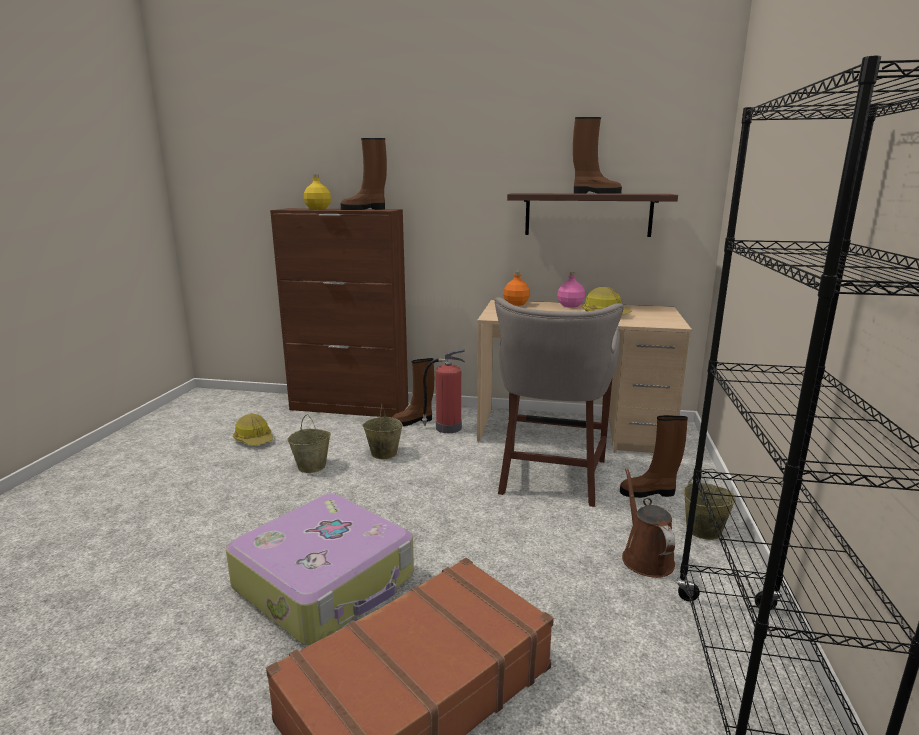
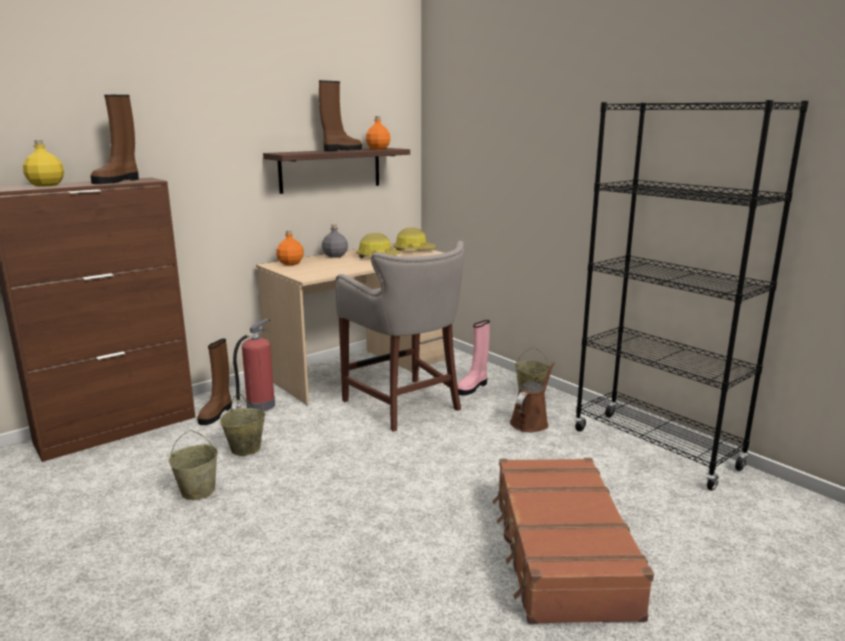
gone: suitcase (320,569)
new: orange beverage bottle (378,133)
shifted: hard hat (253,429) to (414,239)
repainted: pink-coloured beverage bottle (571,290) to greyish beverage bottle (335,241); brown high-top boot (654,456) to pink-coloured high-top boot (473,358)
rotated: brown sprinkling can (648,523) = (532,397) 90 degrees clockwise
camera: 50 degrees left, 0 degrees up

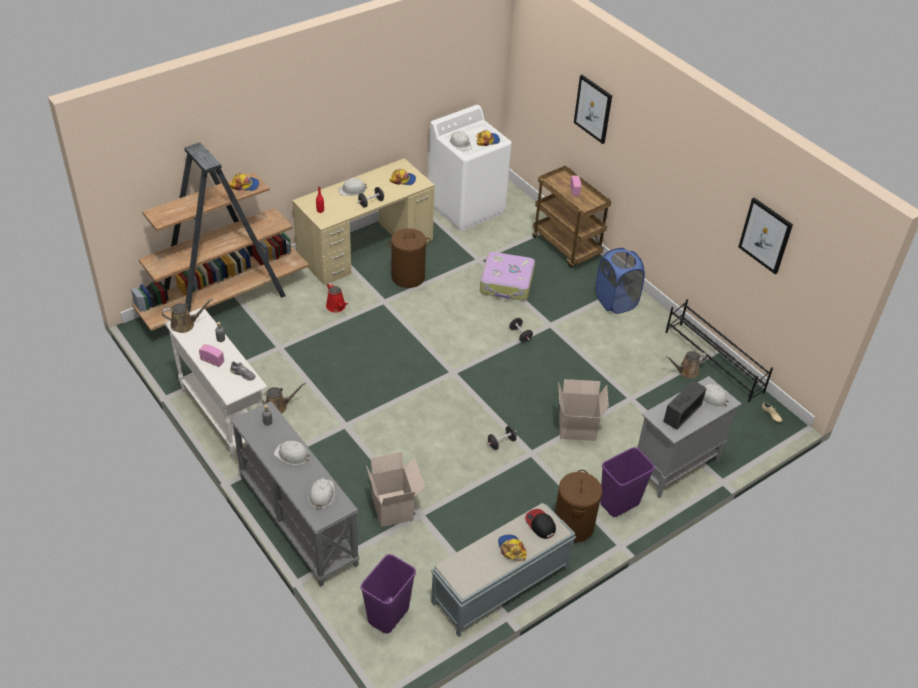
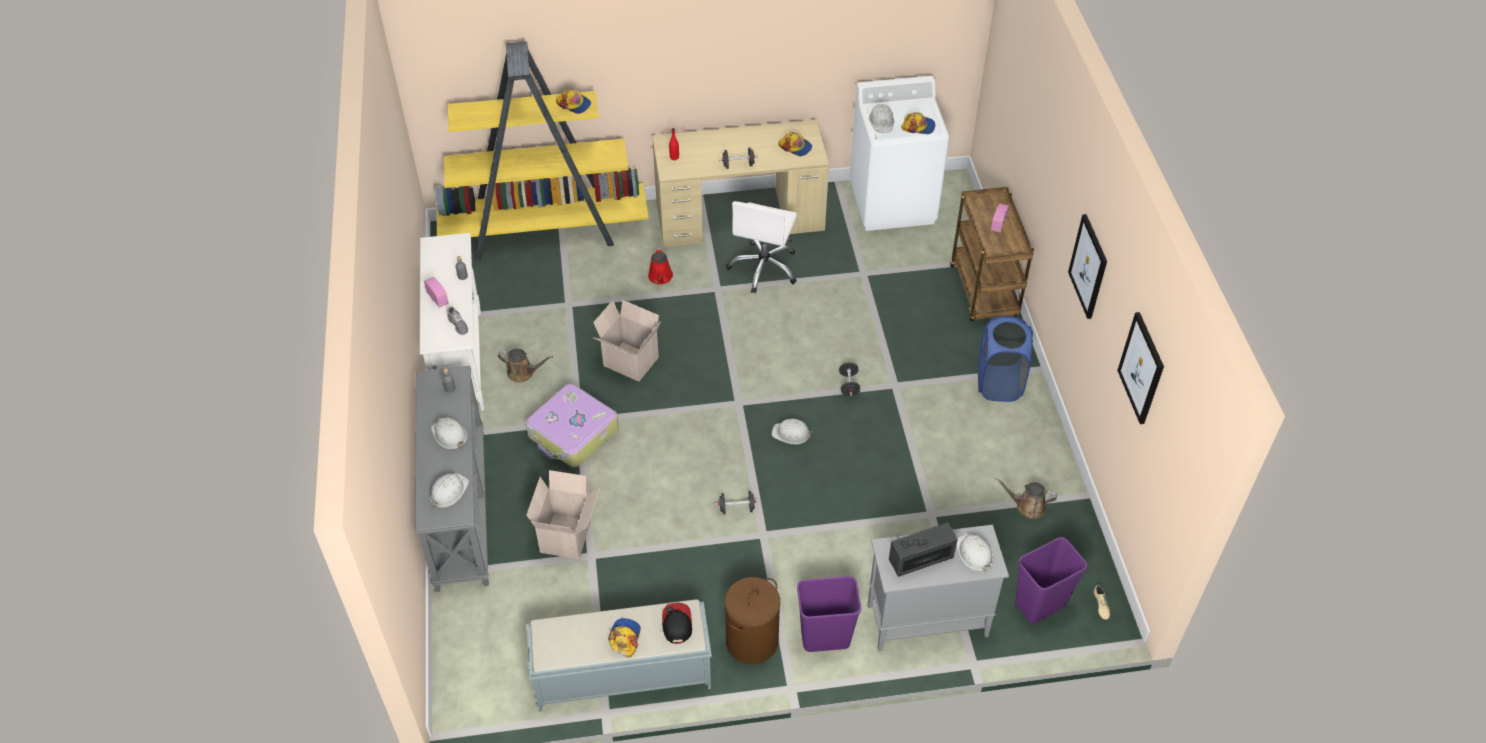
gone: brown sprinkling can (187,316); black shoe shelf (719,350)
shifted: wall art (593,109) to (1087,266); whitish hard hat (352,187) to (792,432); suitcase (507,276) to (572,425); carton (584,410) to (626,341); purple-coloured trash can (388,594) to (1051,580)
swapped: brown laundry basket (408,258) to whitish desk chair (761,247)
repainted: brown bookcase (220,236) to yellow bookcase (542,150)
camera: 30 degrees right, 5 degrees up

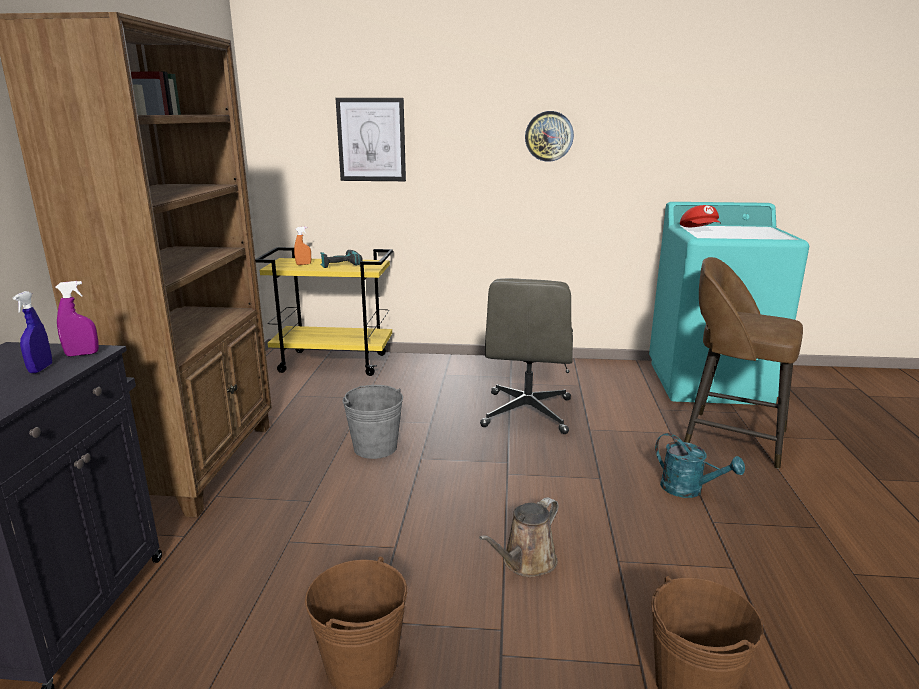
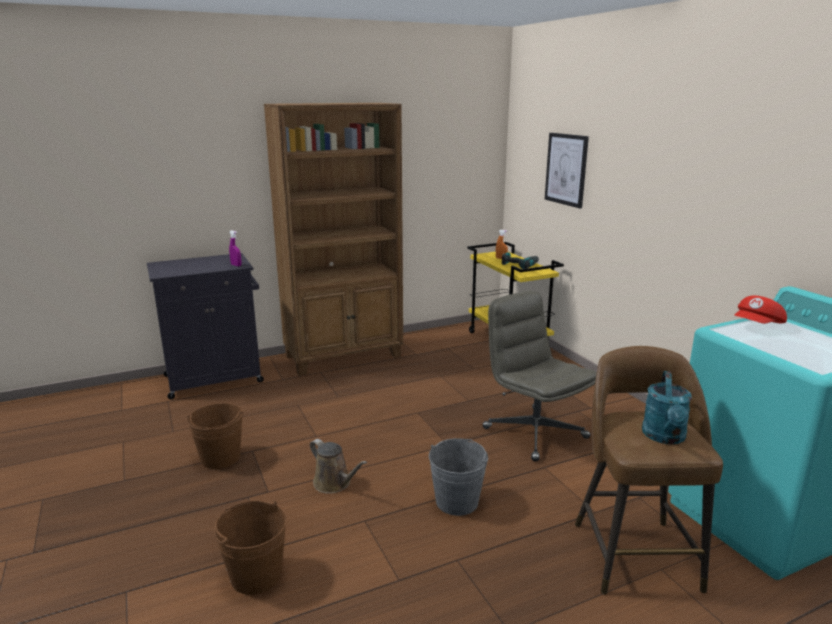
gone: clock on the wall (549,136); bluish sprayer (32,332)
shifted: greyish pail (373,422) to (458,477); turquoise sprinkling can (700,465) to (667,407)
rotated: greyish desk chair (526,356) = (539,376) 75 degrees clockwise; brown sprinkling can (518,537) = (338,466) 150 degrees counterclockwise
camera: 60 degrees right, 0 degrees up

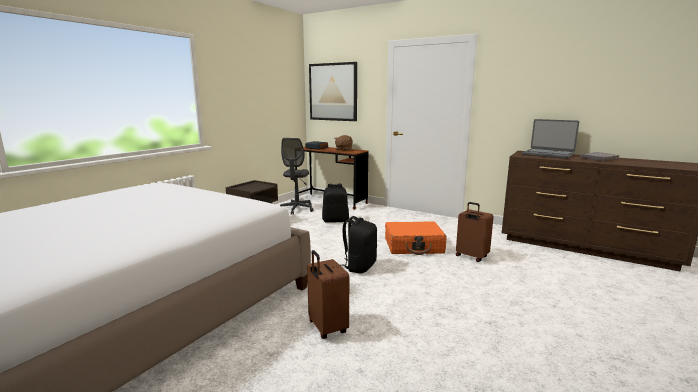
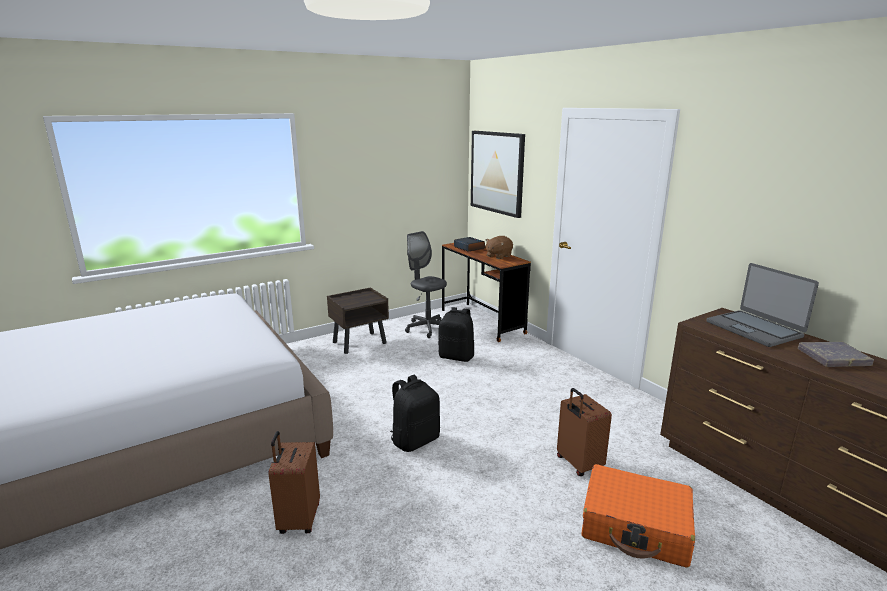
shifted: orange suitcase (416,238) to (638,516)
rotated: greyish desk chair (297,176) = (426,284) 105 degrees clockwise
camera: 25 degrees right, 5 degrees up

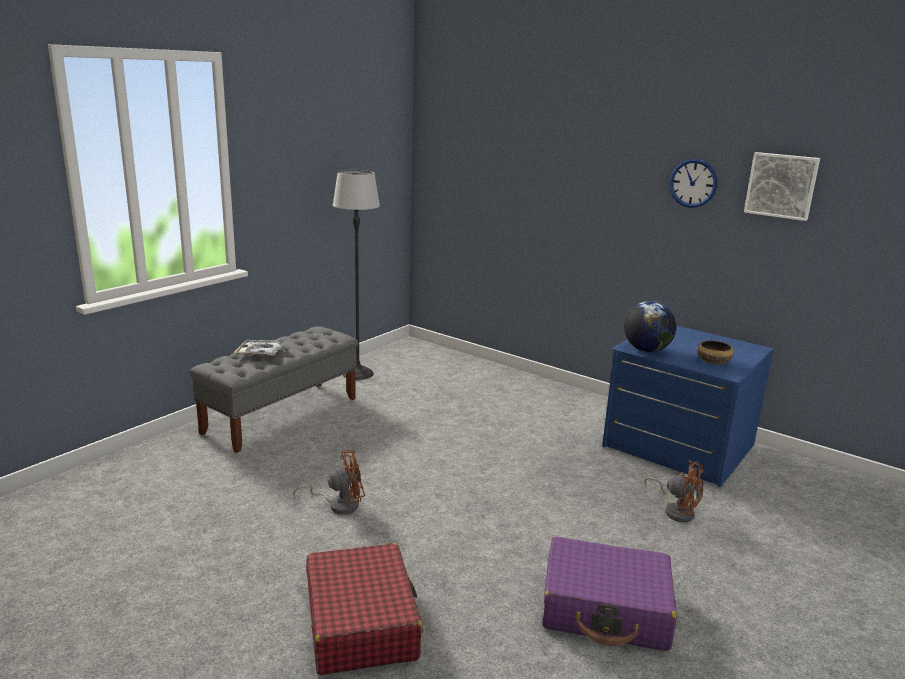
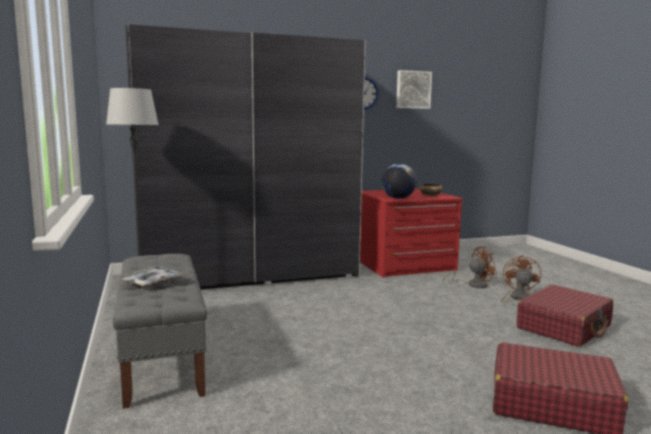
new: greyish armoire (245,156)
shifted: brown fan (329,482) to (520,280)
repainted: bluish chest of drawers (688,406) to red chest of drawers (411,233); purple-coloured suitcase (609,593) to red suitcase (564,316)
camera: 55 degrees left, 10 degrees down

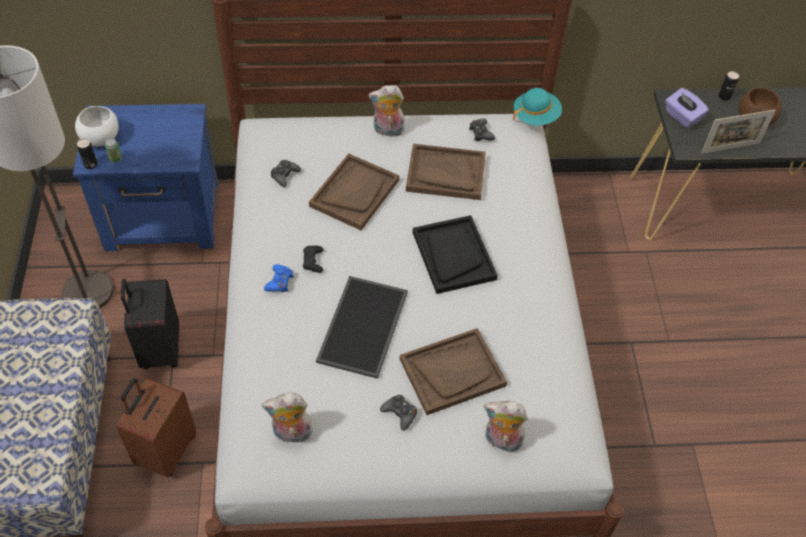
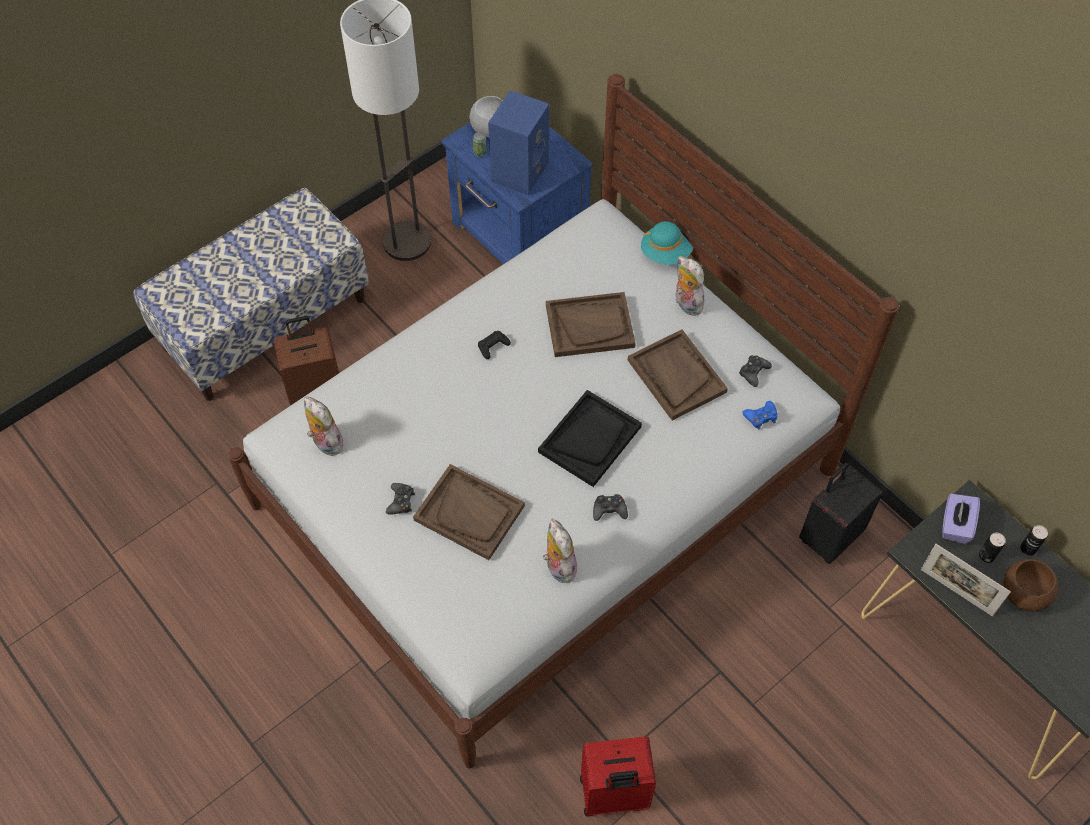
gone: tray (362,327)
new: bluish audio speaker (518,142); red suitcase (618,776)
shifted: turquoise clothing hat (537,107) to (667,243); sealed can (87,153) to (992,548); black gamepad (286,173) to (610,507); bluish gamepad (279,278) to (760,415); black suitcase (150,324) to (841,513); soft toy (506,426) to (560,551)
camera: 55 degrees right, 5 degrees up

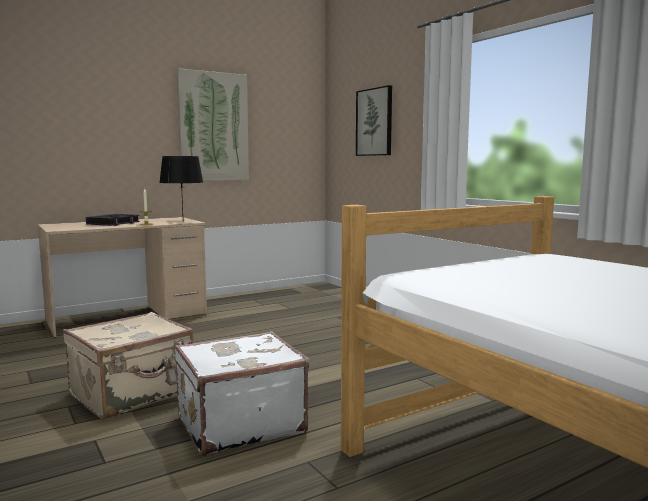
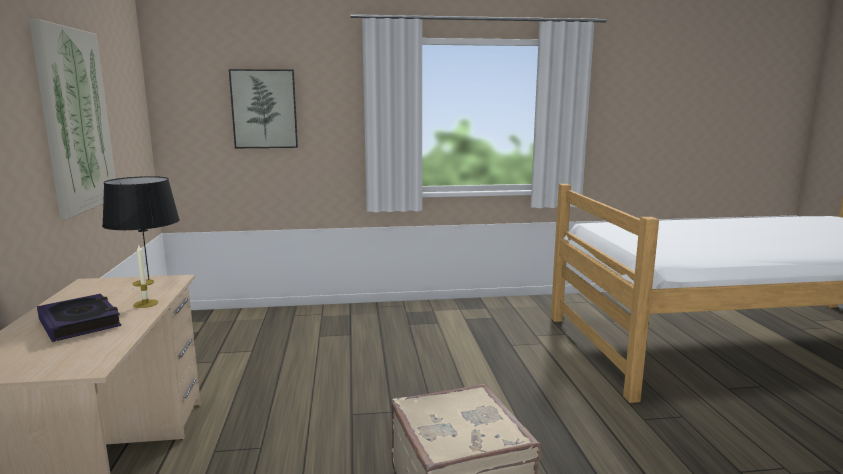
gone: whitish suitcase (241,393)
camera: 65 degrees left, 5 degrees up

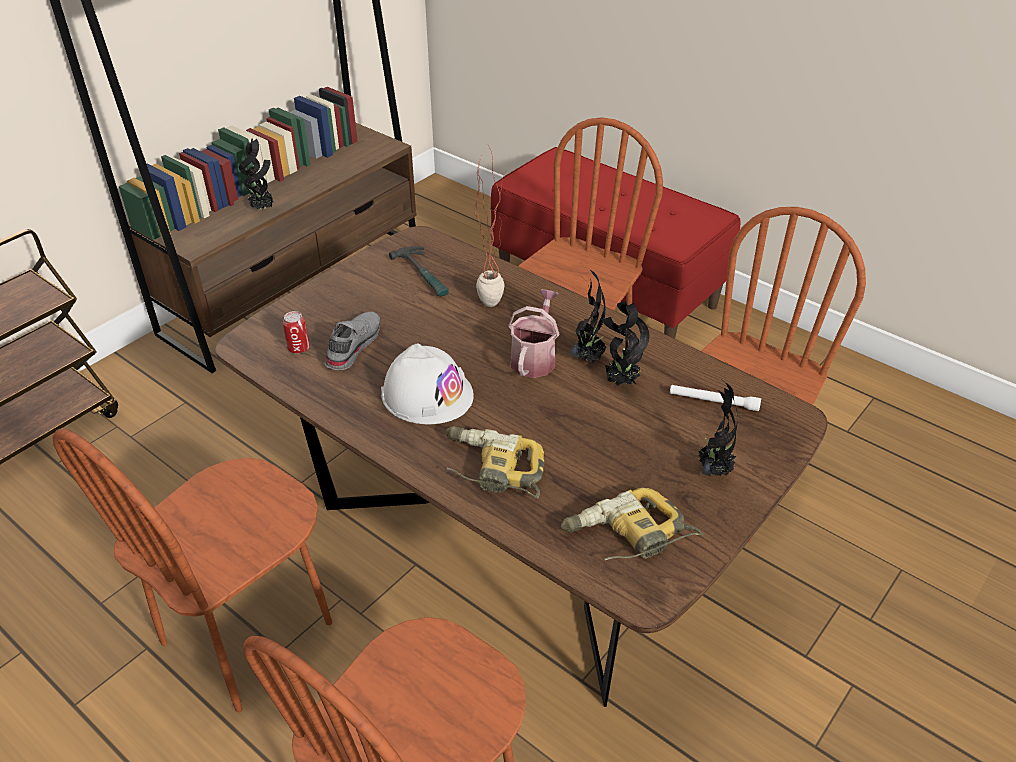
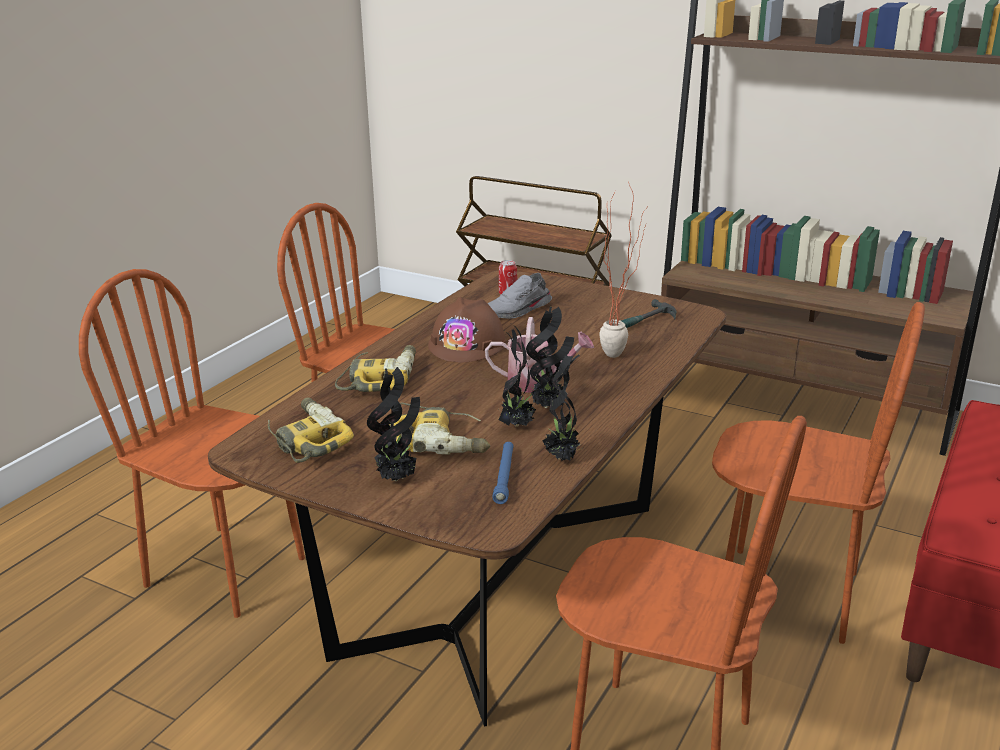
new: electric drill (439,429)
shifted: plant in a pot (256,174) to (563,408)
repainted: whitish hard hat (427,383) to brown hard hat (467,329); whitish hand torch (715,398) to bluish hand torch (503,473)
rotated: greyish item of footwear (352,340) = (519,296) 135 degrees clockwise
camera: 80 degrees right, 15 degrees down

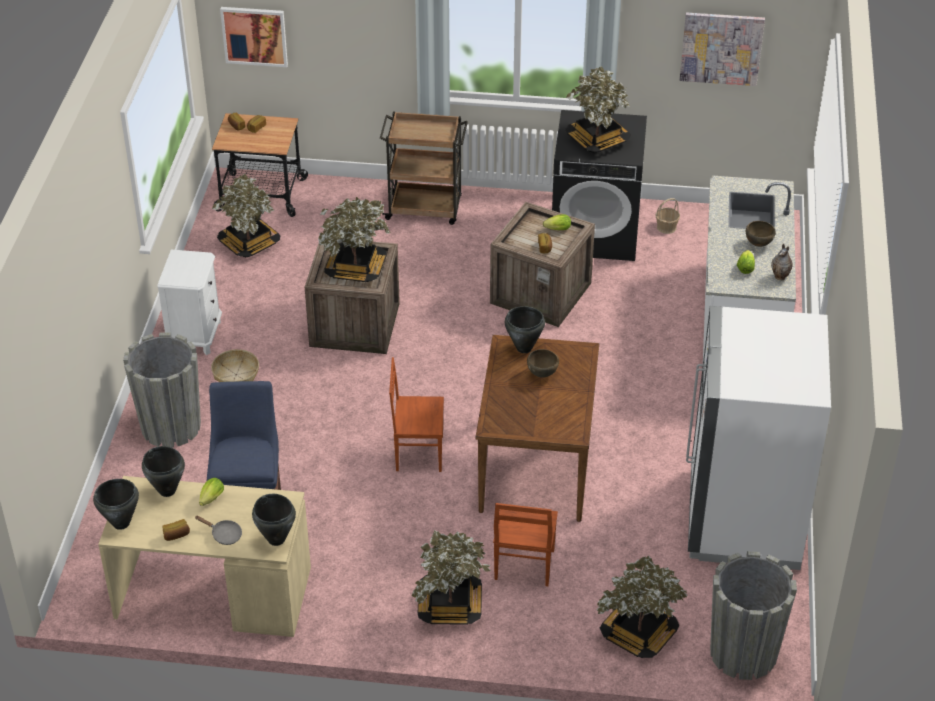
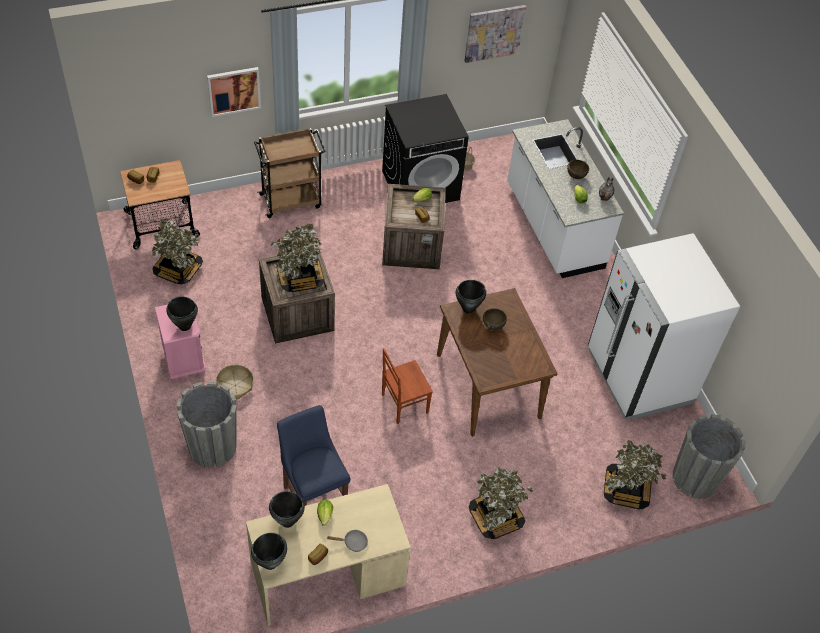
gone: plant in a pot (598,109); brown plain chair (525,544)
shifted: wall art (254,37) to (234,92); black saucepot (274,520) to (182,313)
repainted: whitish bedside table (189,302) to pink-coloured bedside table (180,344)
camera: 30 degrees left, 10 degrees up

